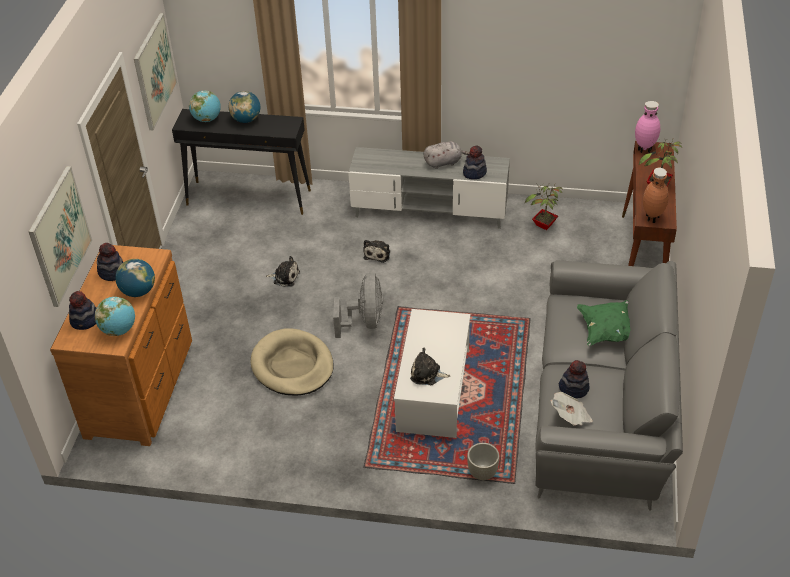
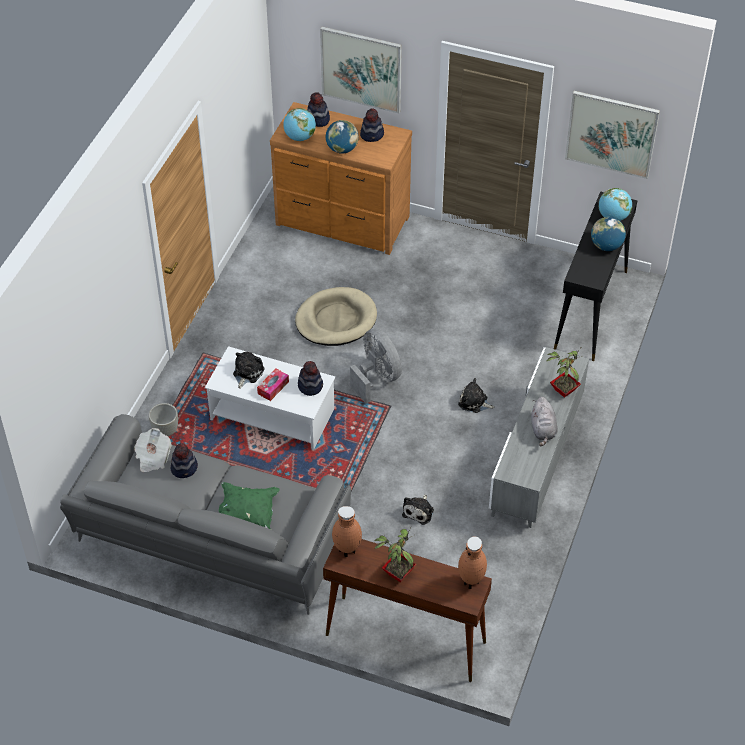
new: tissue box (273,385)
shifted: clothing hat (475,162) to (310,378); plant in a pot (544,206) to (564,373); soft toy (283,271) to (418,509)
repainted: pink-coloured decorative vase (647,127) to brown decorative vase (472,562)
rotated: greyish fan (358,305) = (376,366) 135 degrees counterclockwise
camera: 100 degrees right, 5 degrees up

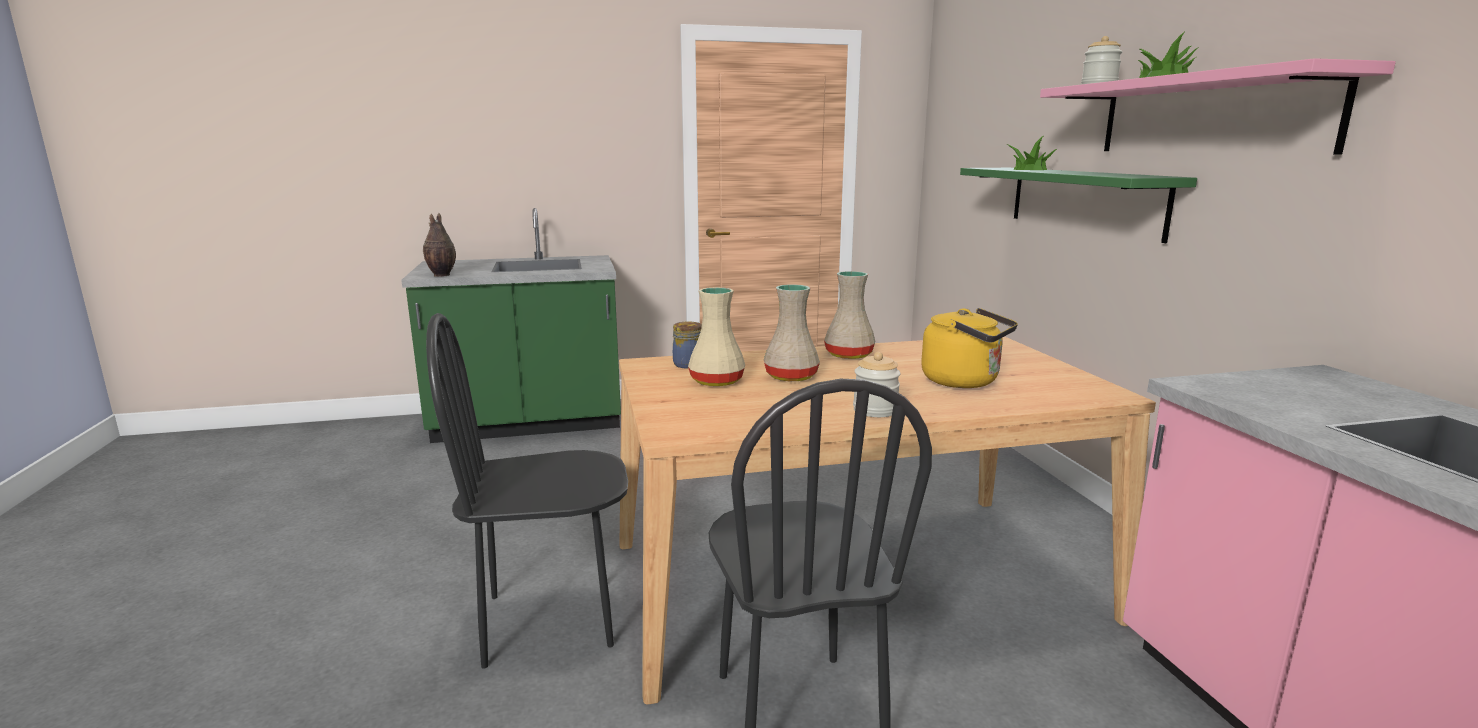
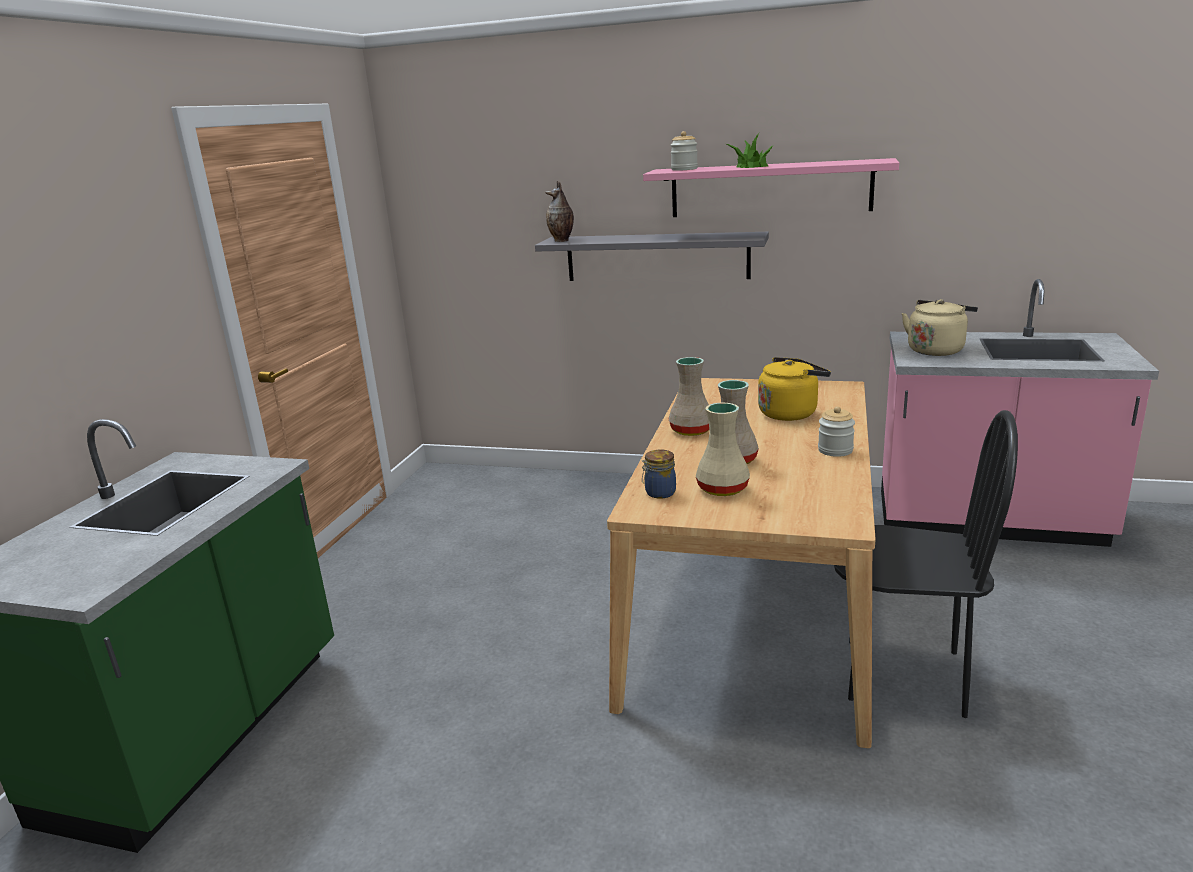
gone: plant in a pot (1032,152); black plain chair (527,491)
new: beige-coloured kettle (940,327)
shifted: decorative vase (439,245) to (559,211)
repainted: green bracket shelf (1078,205) to greyish bracket shelf (652,256)
camera: 60 degrees left, 5 degrees up

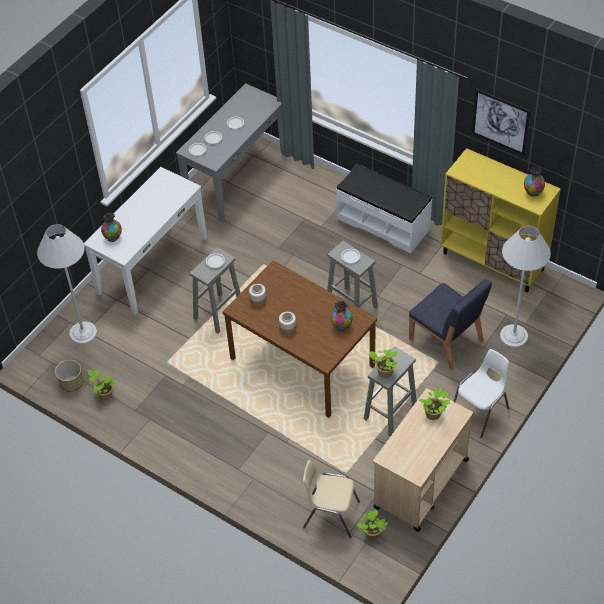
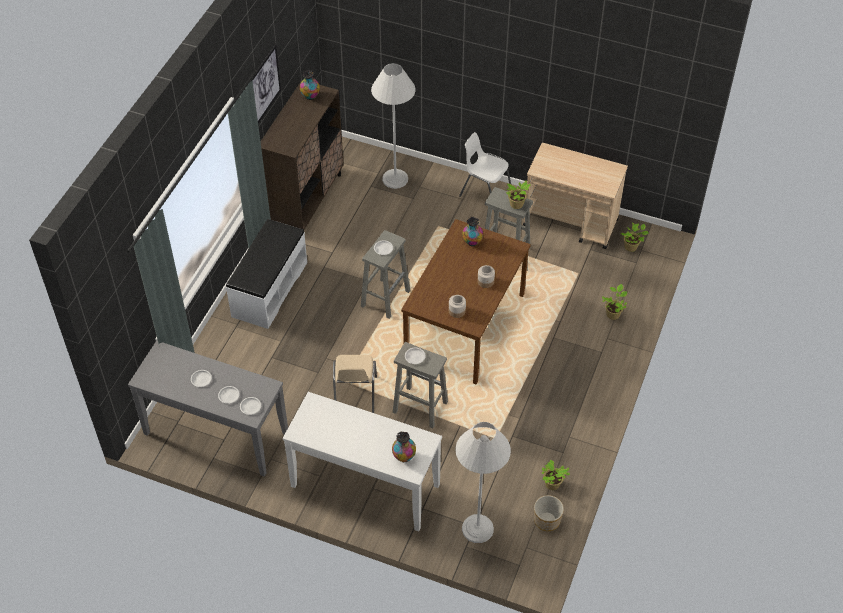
gone: bluish plain chair (450,324)
shifted: plant in a pot (434,403) to (614,302); beige-coloured plain chair (331,499) to (355,384)
repainted: yellow storage cabinet (501,220) to brown storage cabinet (302,155)
camera: 105 degrees left, 0 degrees up

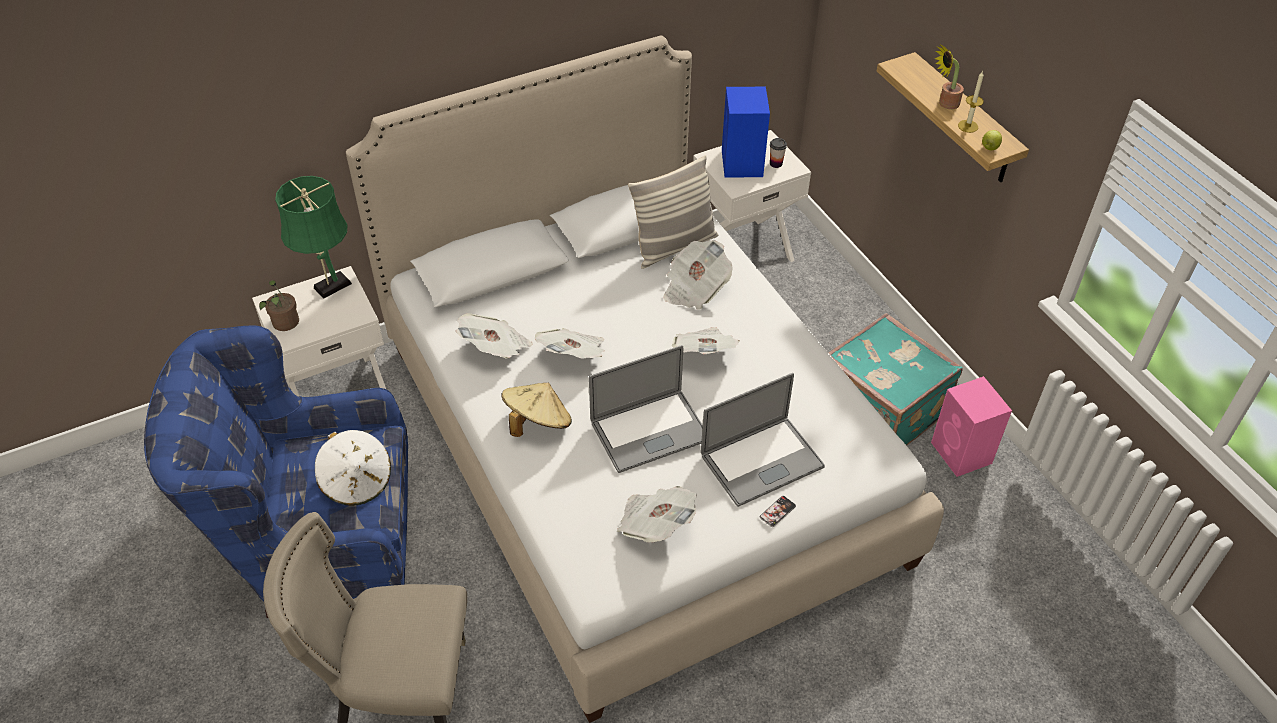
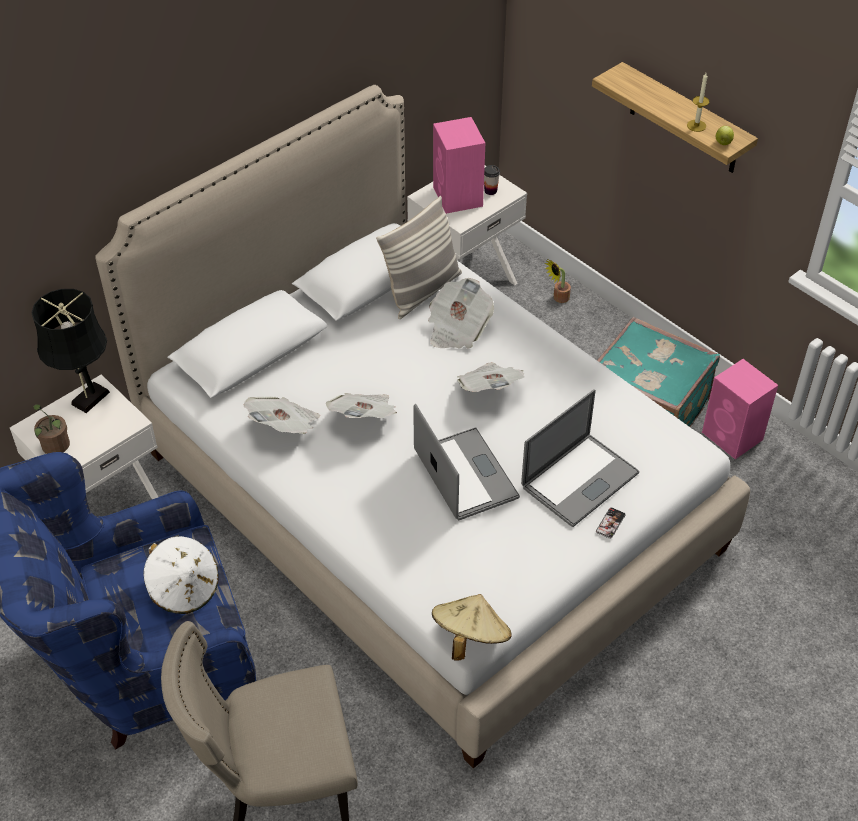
gone: printed paper (657,514)
shifted: plant in a pot (949,77) to (557,281); beige-coloured clothing hat (536,410) to (471,627)
repainted: bluish audio speaker (746,132) to pink-coloured audio speaker (459,165); green table lamp (313,237) to black table lamp (70,351)
rotated: notebook computer (646,409) = (466,462) 75 degrees counterclockwise
camera: 15 degrees left, 0 degrees up

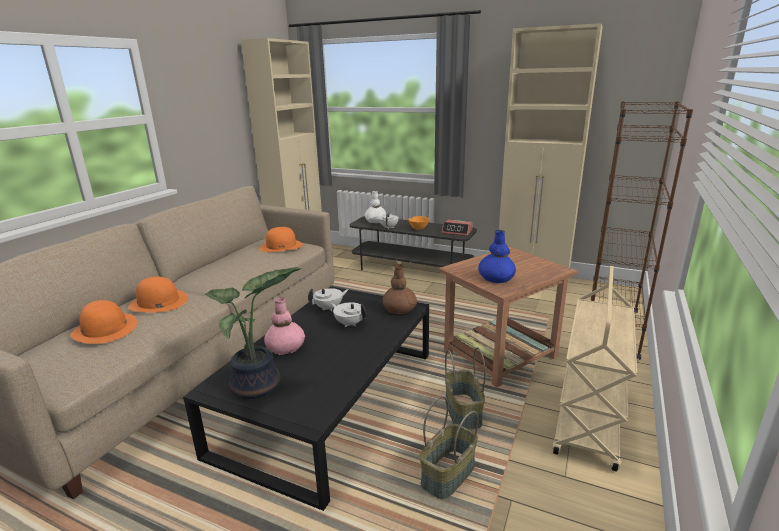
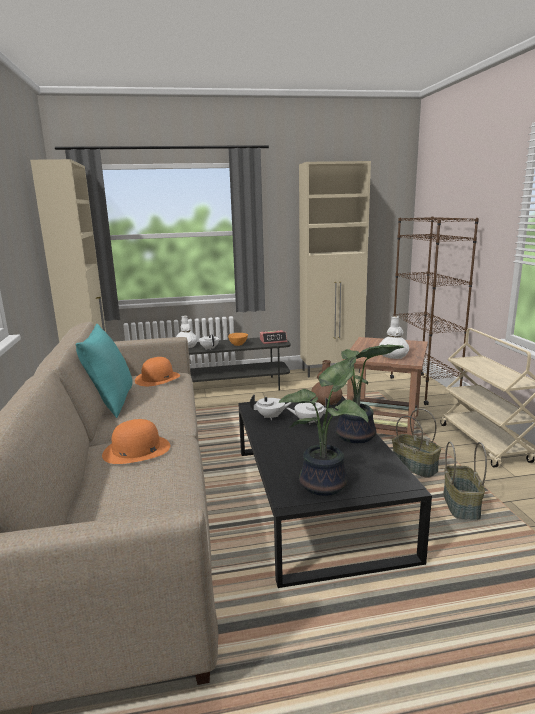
gone: pink-coloured decorative vase (284,326); orange clothing hat (103,322)
new: turquoise cushion (104,371); plant in a pot (369,393)
repainted: bluish decorative vase (497,257) to whitish decorative vase (394,337)
rotated: whitish pot for tea (328,300) = (271,407) 60 degrees clockwise
camera: 35 degrees left, 5 degrees down

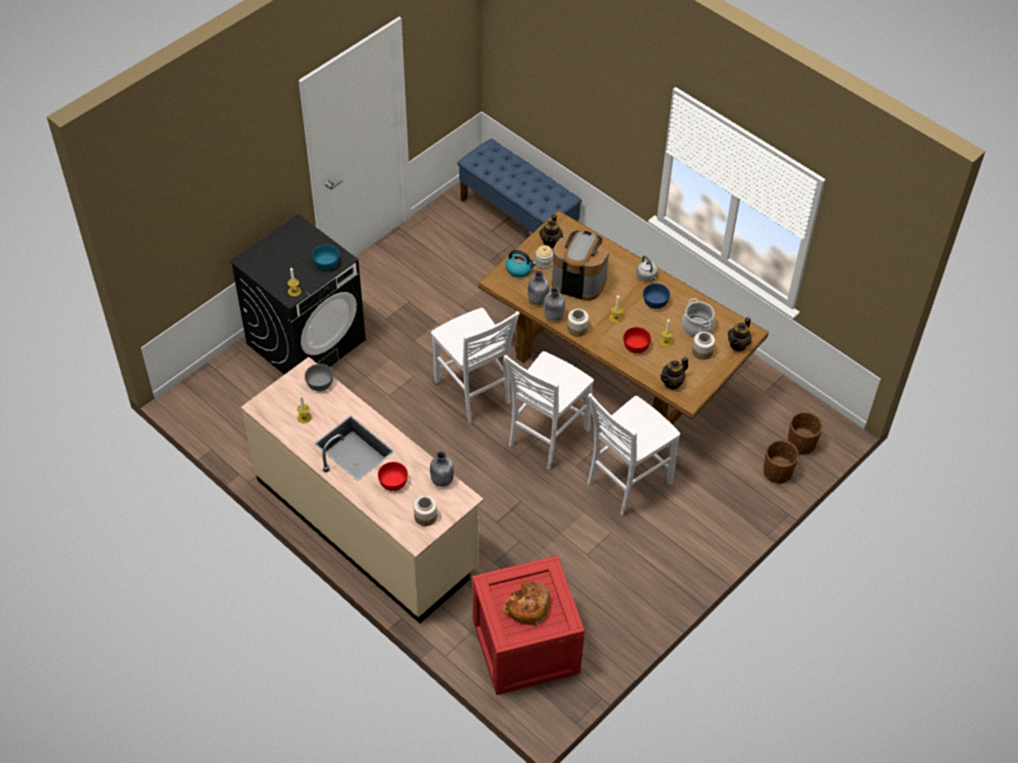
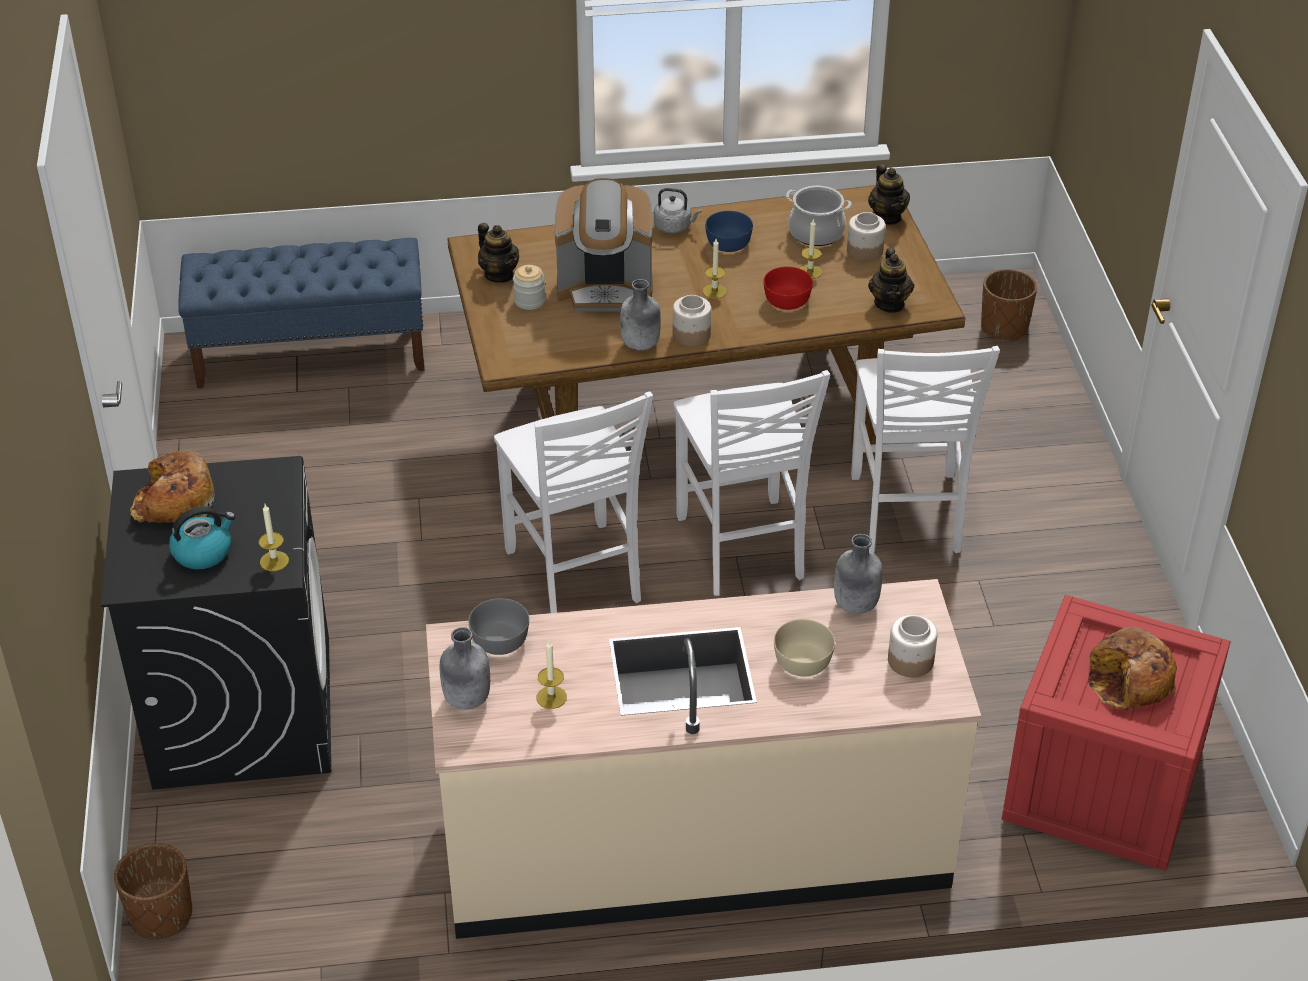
gone: turquoise deep dish (325,257)
new: bread (172,487)
shifted: kettle (521,263) to (202,537); greyish beverage bottle (538,288) to (465,668); brown planter (781,462) to (153,891)
repainted: red deep dish (393,476) to beige-coloured deep dish (804,647)
rotated: coffee maker (580,265) = (604,245) 150 degrees counterclockwise; whitish plain chair (475,365) = (573,502) 60 degrees clockwise
camera: 50 degrees left, 10 degrees down

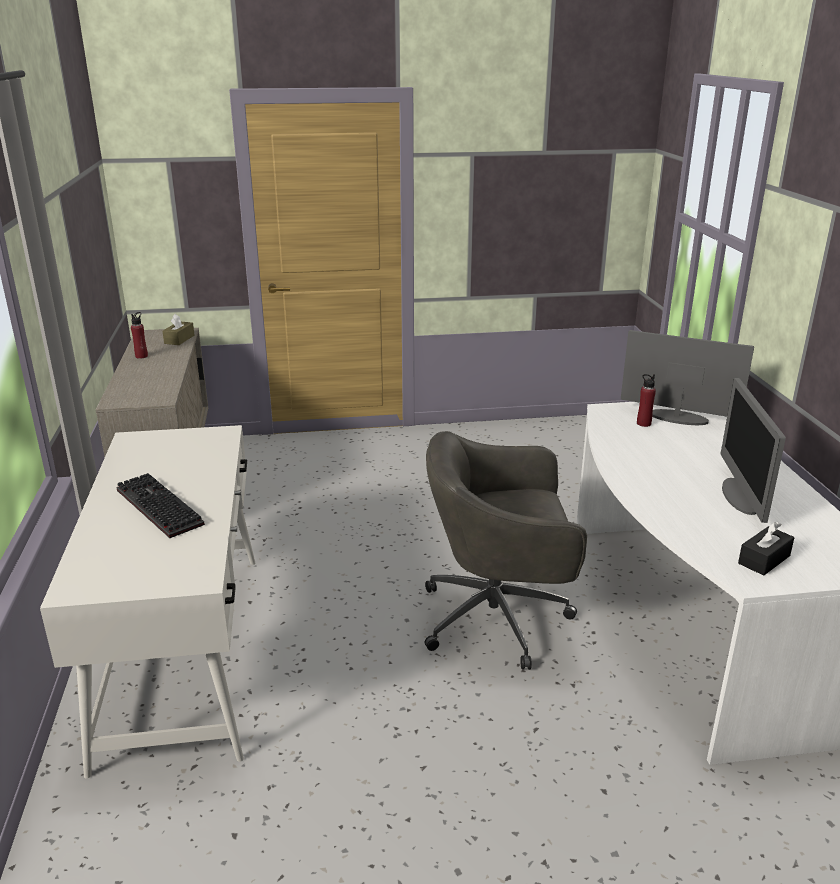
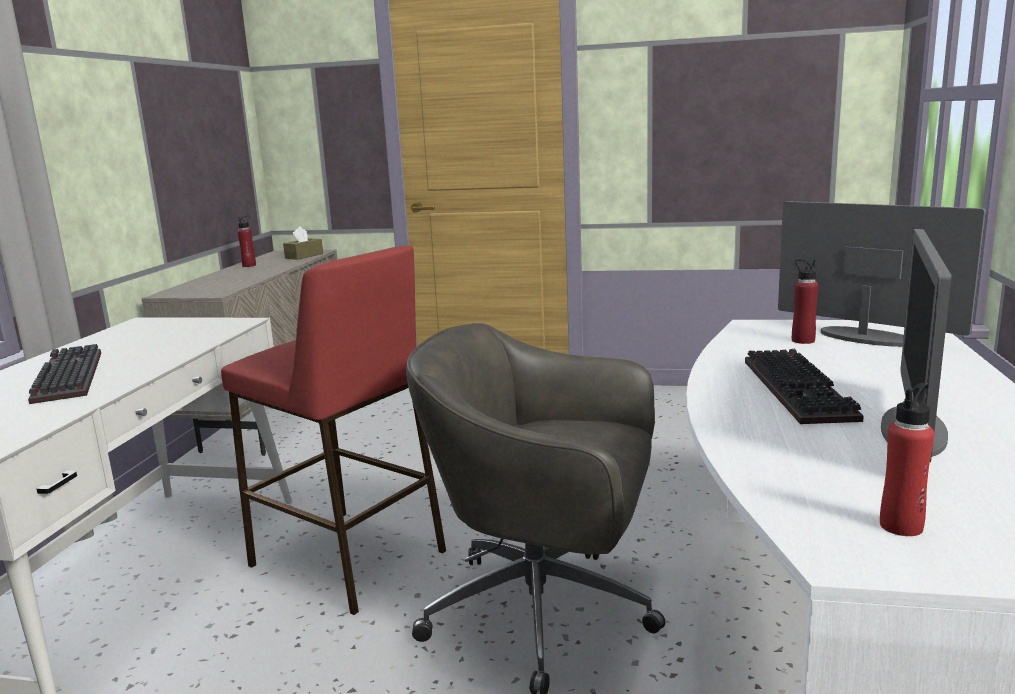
new: red stool (333,430); computer keyboard (804,386)
swapped: black tissue box (766,549) to red beverage bottle (907,459)
camera: 20 degrees right, 10 degrees down

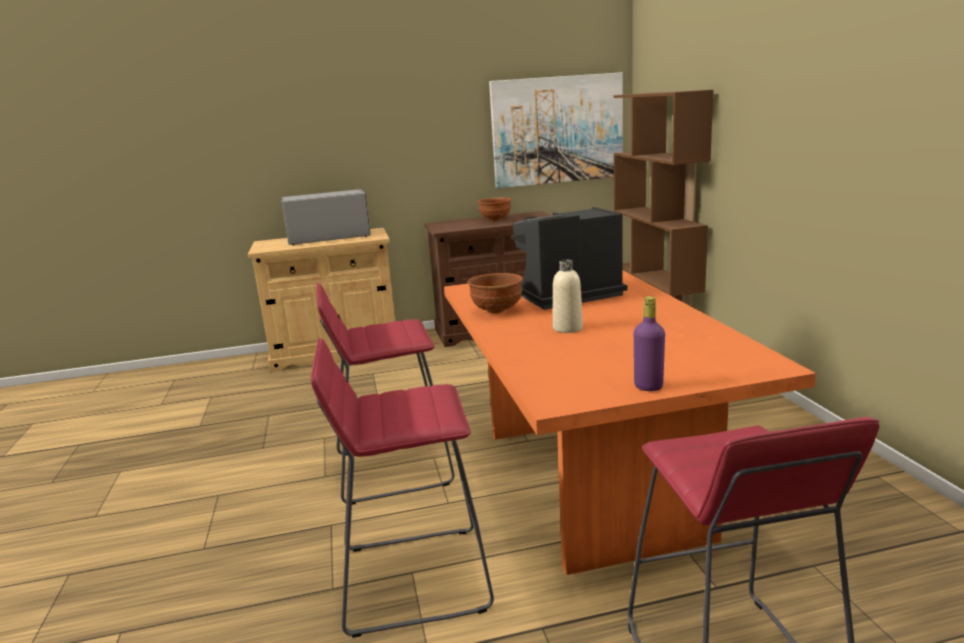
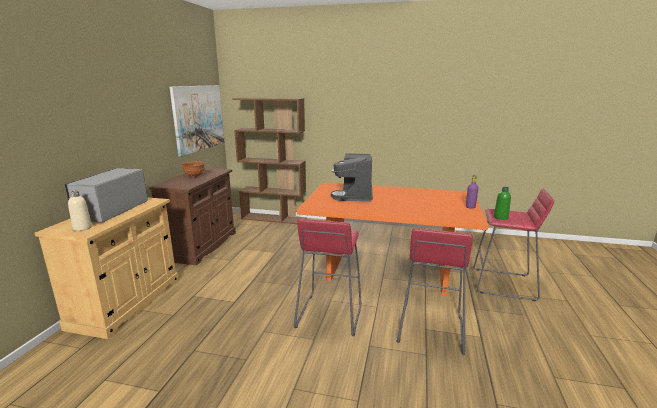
gone: brown deep dish (495,293)
new: green beverage bottle (502,203)
shifted: beige-coloured beverage bottle (568,296) to (80,211)
camera: 65 degrees left, 0 degrees up

